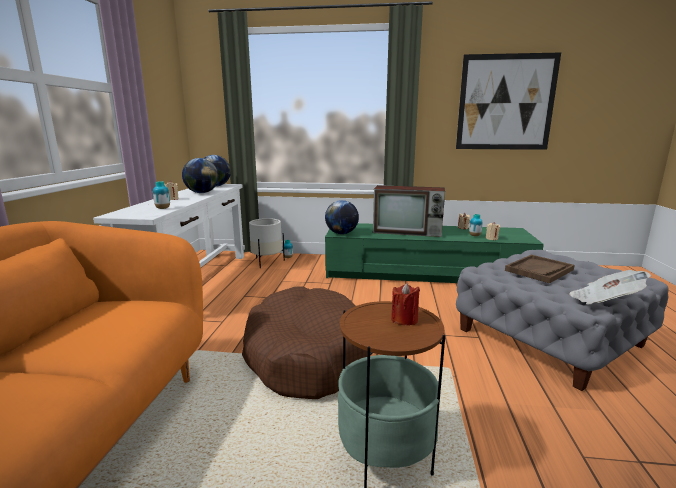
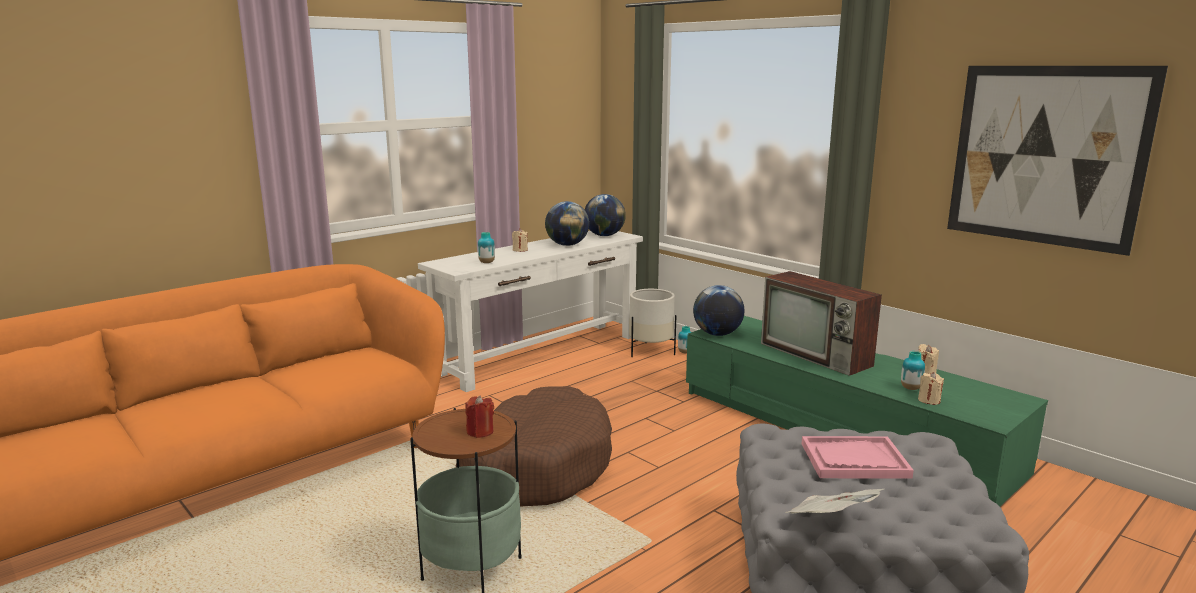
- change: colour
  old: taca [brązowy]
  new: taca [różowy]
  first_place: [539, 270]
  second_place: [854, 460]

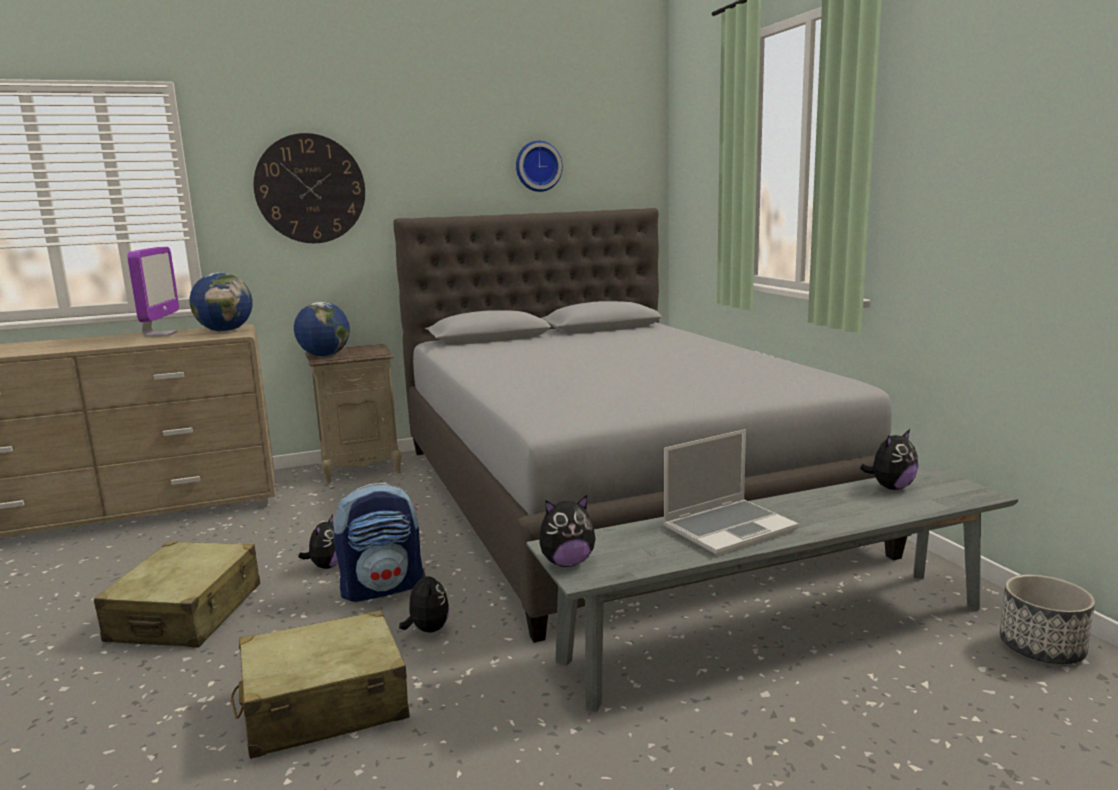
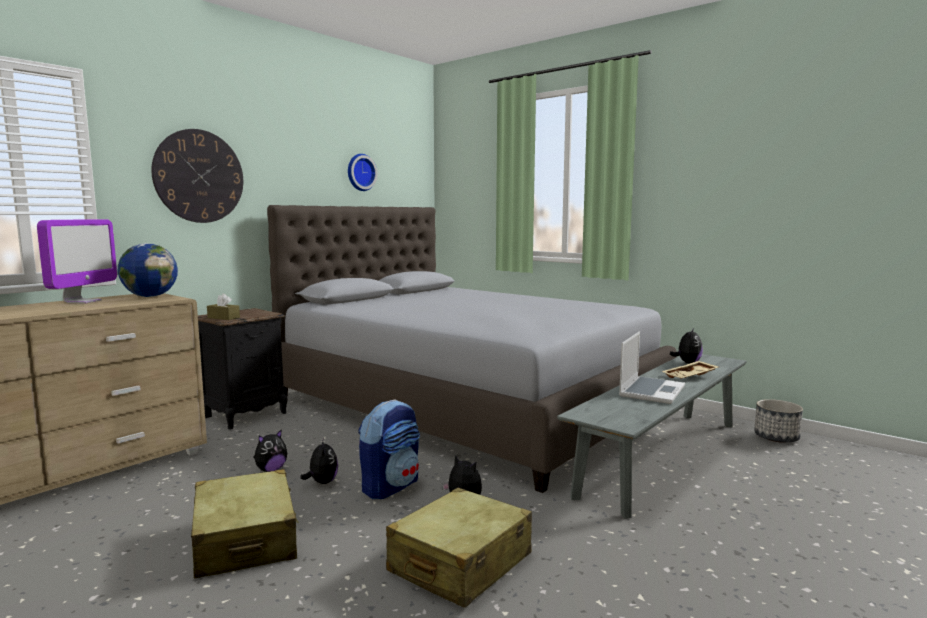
- change: appeared
  new: taca [beżowy]
  second_place: [690, 376]
- change: relocated
  old: pluszak
  first_place: [567, 563]
  second_place: [271, 470]
- change: exchanged
  old: globus
  new: pudełko chusteczek [brązowy]
  first_place: [324, 355]
  second_place: [223, 317]
- change: colour
  old: szafka nocna [beżowy]
  new: szafka nocna [czarny]
  first_place: [361, 469]
  second_place: [246, 415]
- change: spun
  old: monitor
  first_place: [160, 334]
  second_place: [83, 301]
  degrees: 45

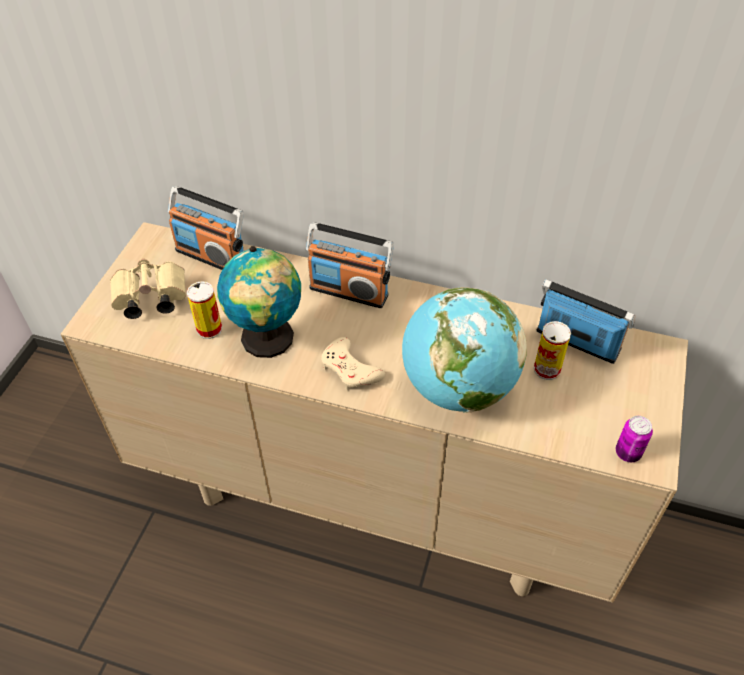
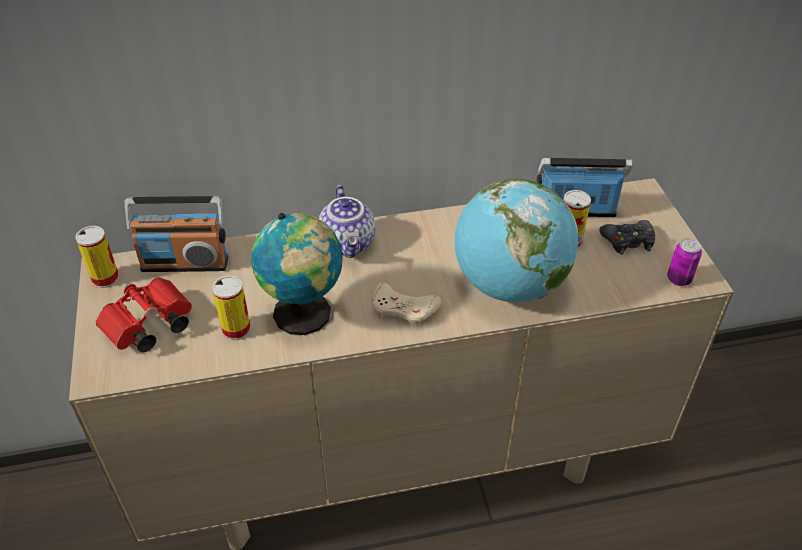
- change: appeared
  new: puszka
  second_place: [105, 278]
- change: appeared
  new: pad do gier [czarny]
  second_place: [628, 241]
- change: exchanged
  old: radio
  new: imbryk
  first_place: [349, 291]
  second_place: [349, 243]
- change: colour
  old: lornetka [beżowy]
  new: lornetka [czerwony]
  first_place: [149, 300]
  second_place: [148, 328]

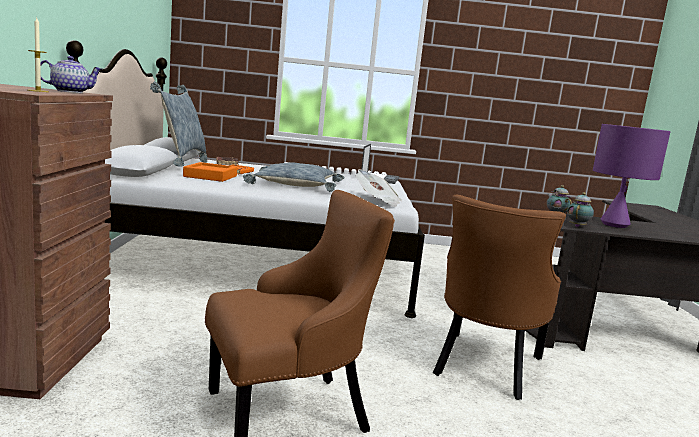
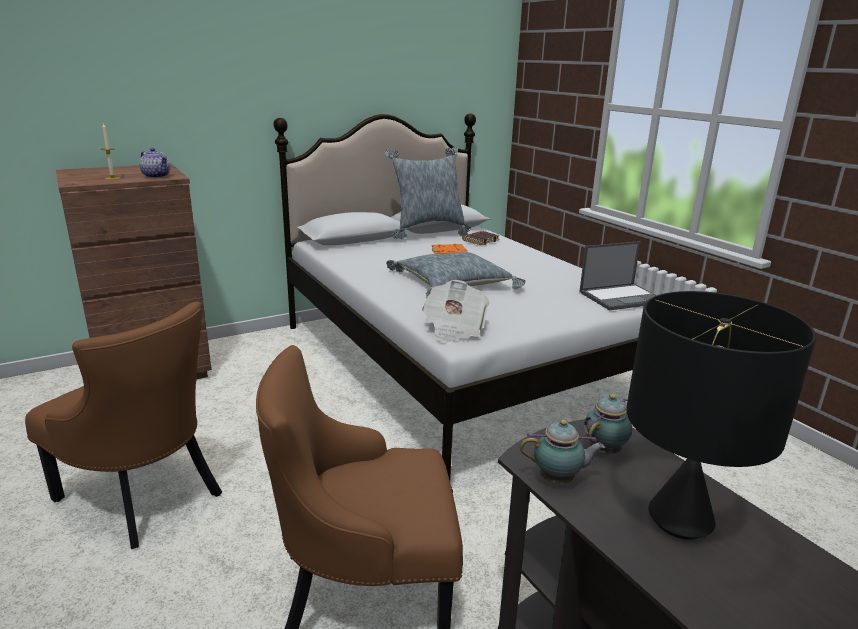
- change: missing
  old: taca [pomarańczowy]
  first_place: [210, 176]
- change: colour
  old: lampa stołowa [fioletowy]
  new: lampa stołowa [czarny]
  first_place: [614, 225]
  second_place: [679, 522]

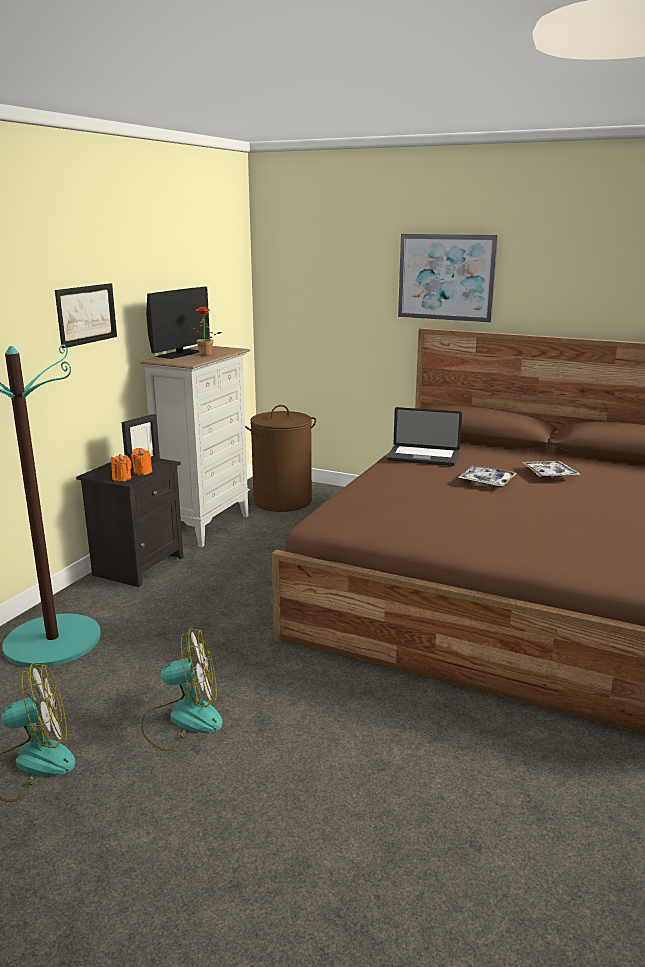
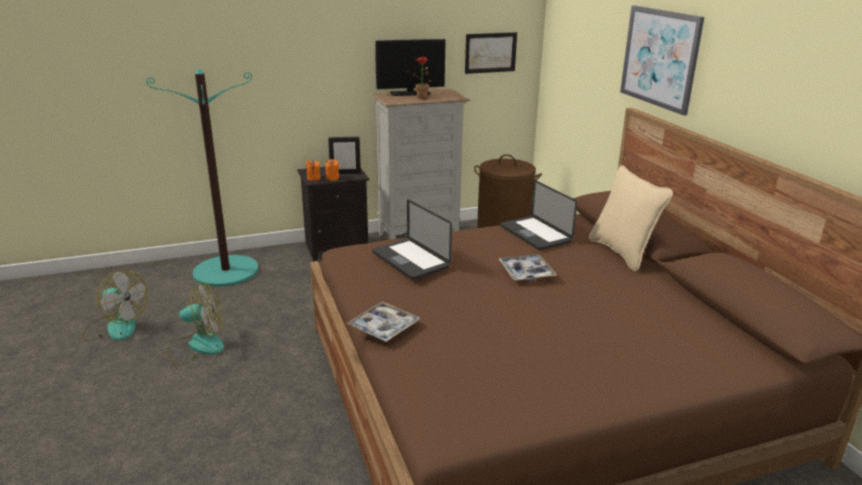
- change: appeared
  new: laptop
  second_place: [410, 260]
- change: appeared
  new: poduszka [beżowy]
  second_place: [622, 253]
- change: relocated
  old: obraz
  first_place: [86, 314]
  second_place: [490, 52]
- change: relocated
  old: taca
  first_place: [549, 474]
  second_place: [384, 327]
- change: spun
  old: wentylator
  first_place: [182, 719]
  second_place: [197, 346]
  degrees: -45

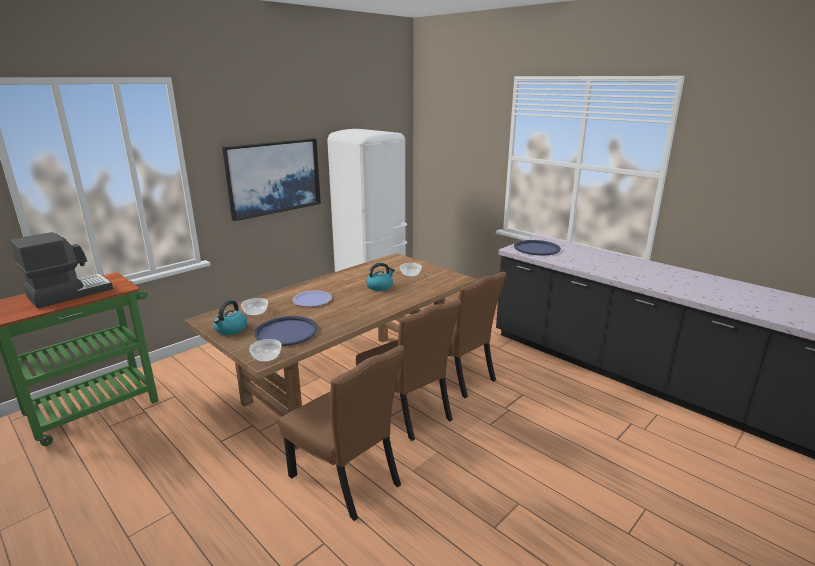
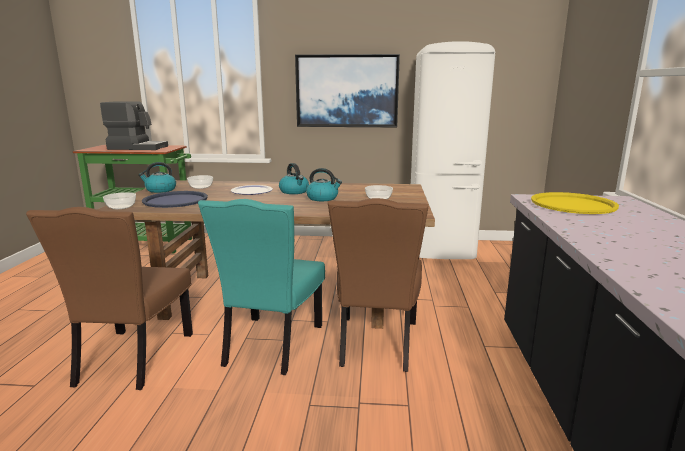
- change: appeared
  new: czajnik
  second_place: [294, 191]
- change: colour
  old: krzesło [brązowy]
  new: krzesło [turkusowy]
  first_place: [406, 410]
  second_place: [272, 343]
- change: colour
  old: taca [niebieski]
  new: taca [żółty]
  first_place: [536, 248]
  second_place: [572, 204]

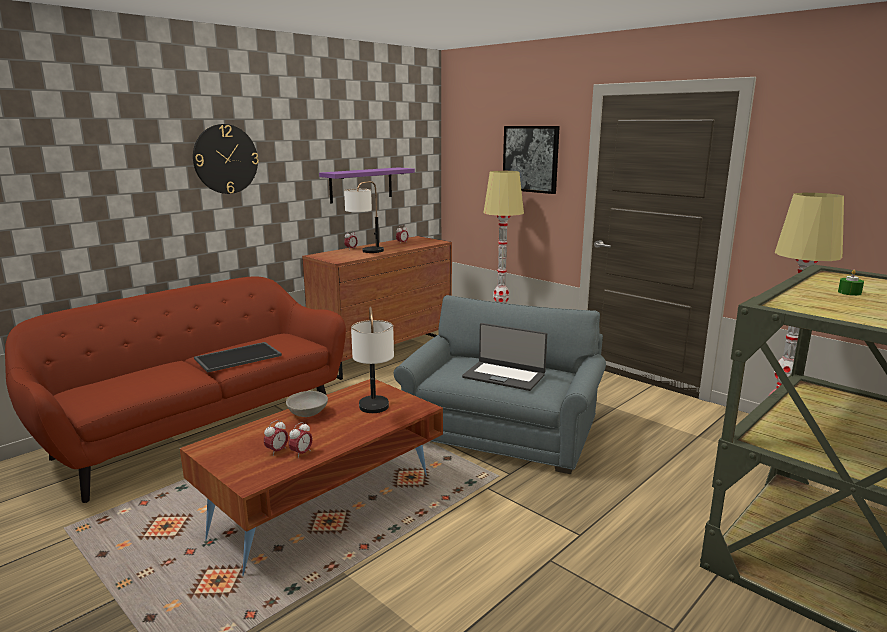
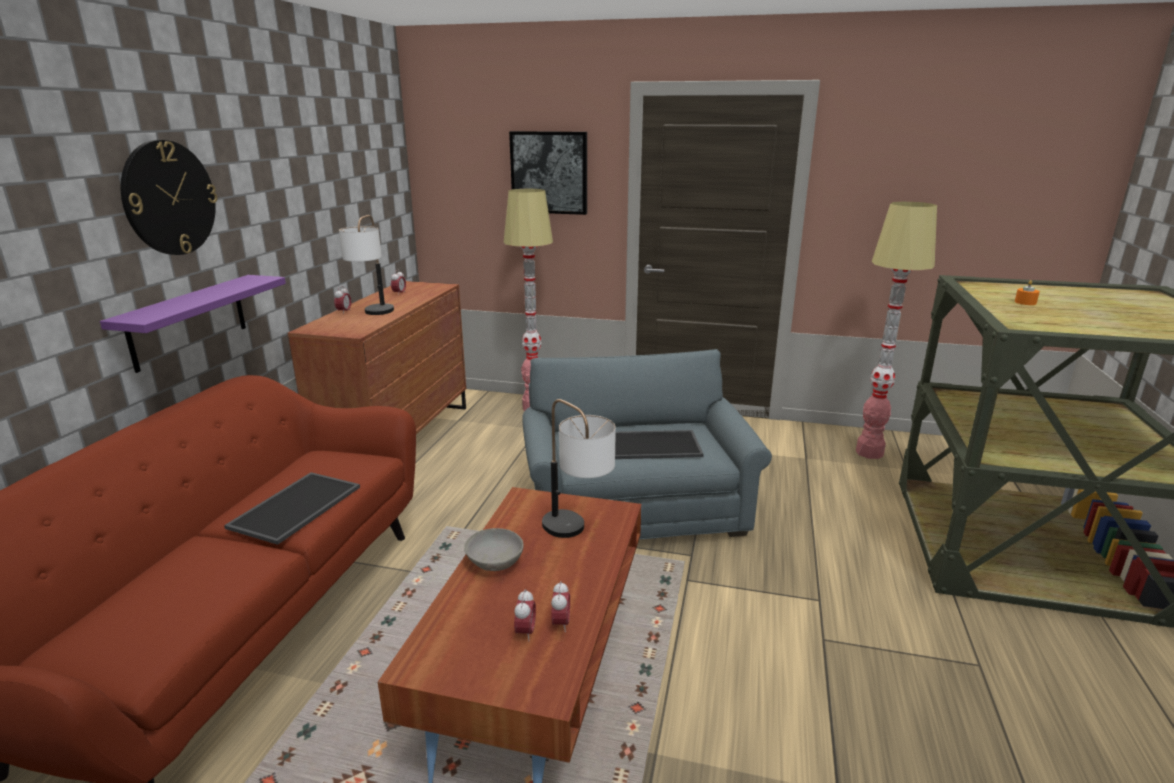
- change: relocated
  old: półka [fioletowy]
  first_place: [361, 185]
  second_place: [188, 321]
- change: exchanged
  old: laptop
  new: taca
  first_place: [504, 376]
  second_place: [653, 444]
- change: colour
  old: świeca [zielony]
  new: świeca [pomarańczowy]
  first_place: [849, 293]
  second_place: [1025, 302]

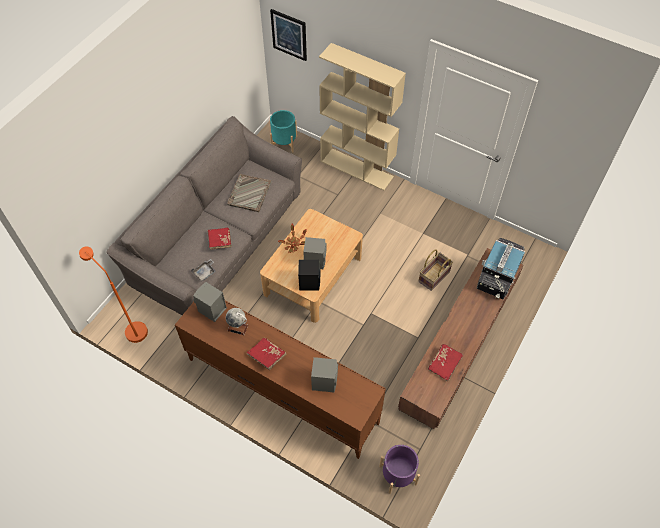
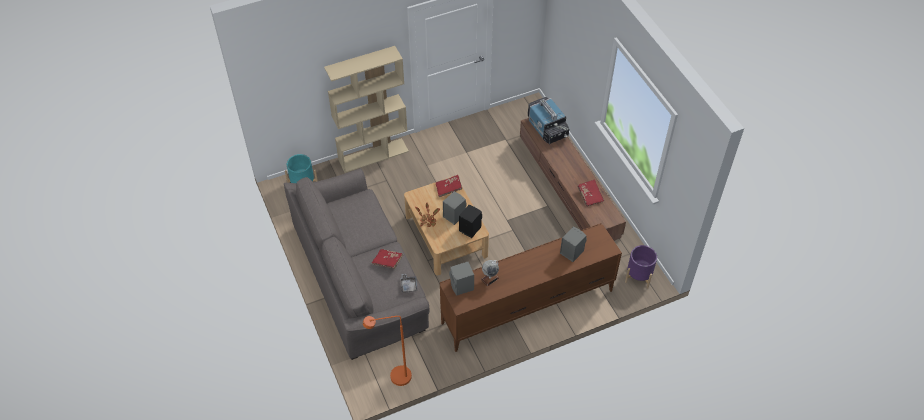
- change: missing
  old: taca [szary]
  first_place: [249, 194]
- change: missing
  old: obraz
  first_place: [289, 34]
- change: missing
  old: koszyk
  first_place: [434, 277]
- change: relocated
  old: książka [czerwony]
  first_place: [267, 356]
  second_place: [448, 189]

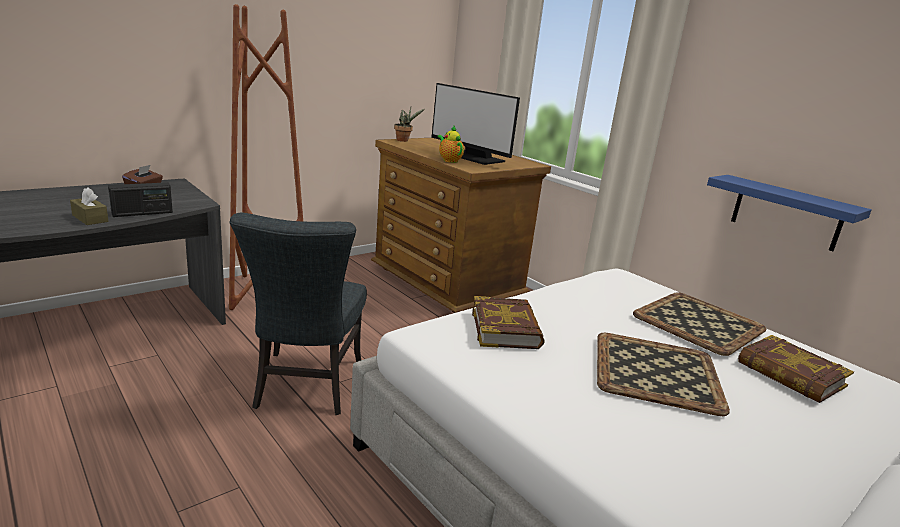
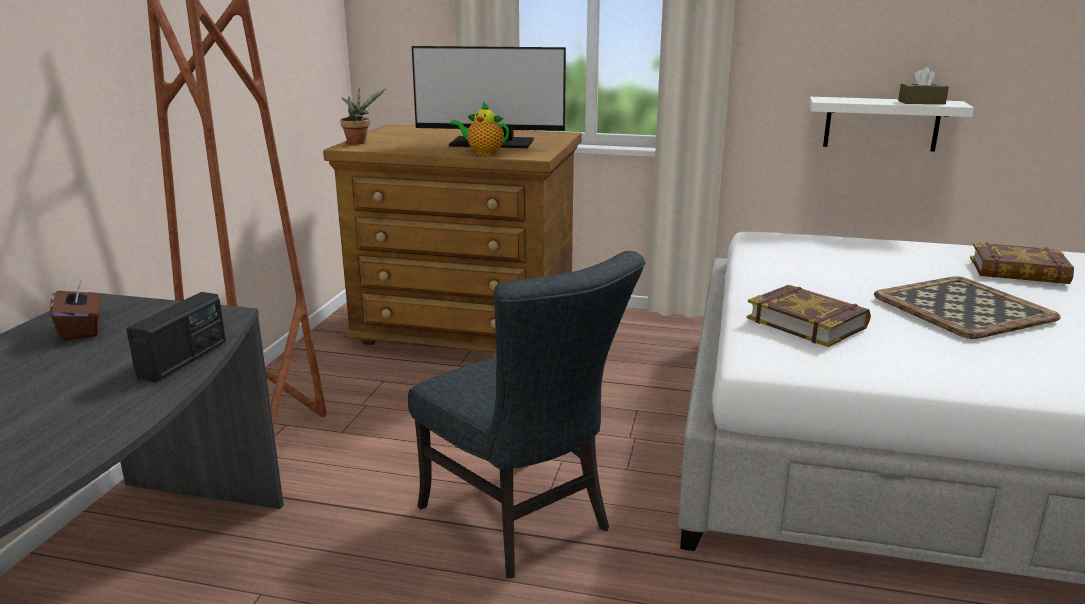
- change: missing
  old: taca
  first_place: [700, 323]
- change: relocated
  old: pudełko chusteczek [brązowy]
  first_place: [90, 218]
  second_place: [921, 102]
- change: colour
  old: półka [niebieski]
  new: półka [biały]
  first_place: [786, 213]
  second_place: [881, 124]

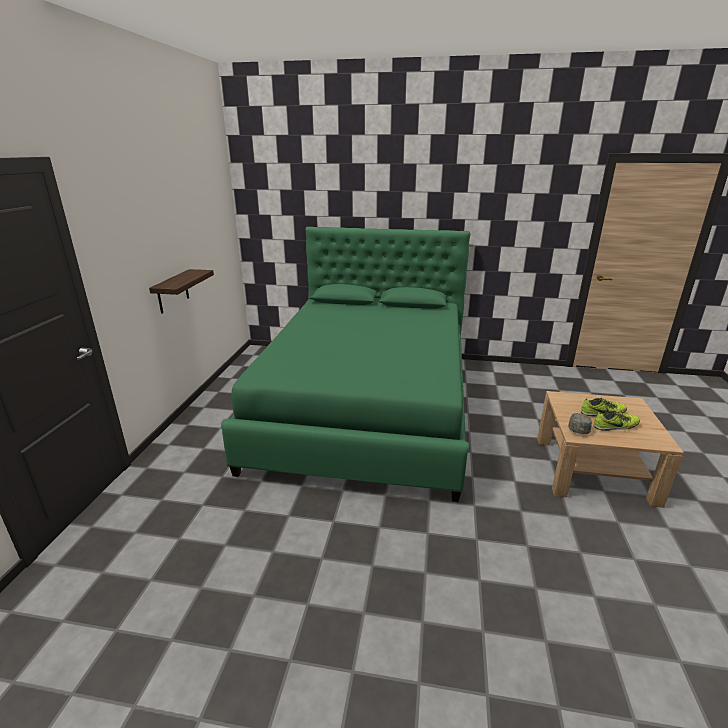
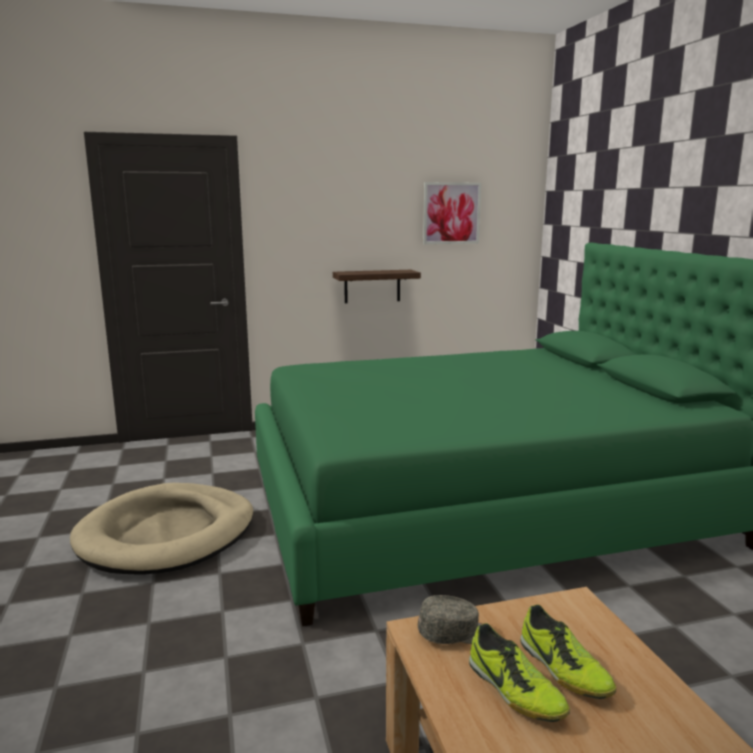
- change: appeared
  new: legowisko [beżowy]
  second_place: [167, 534]
- change: appeared
  new: obraz
  second_place: [451, 213]

